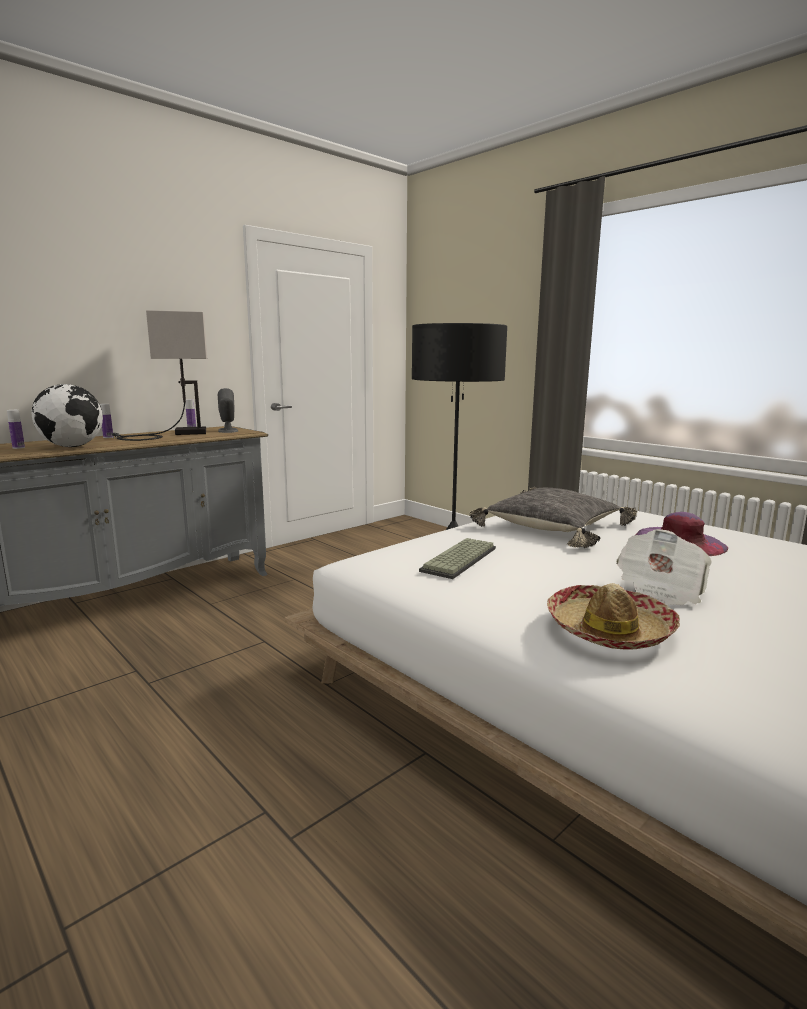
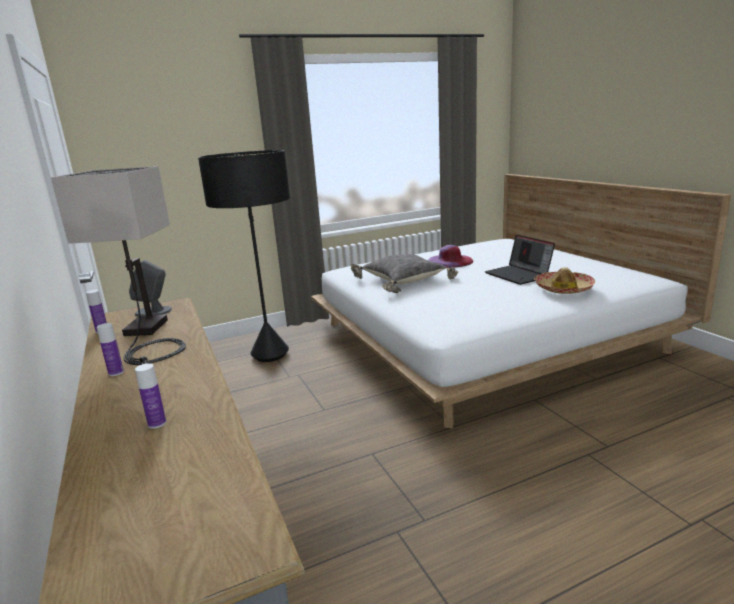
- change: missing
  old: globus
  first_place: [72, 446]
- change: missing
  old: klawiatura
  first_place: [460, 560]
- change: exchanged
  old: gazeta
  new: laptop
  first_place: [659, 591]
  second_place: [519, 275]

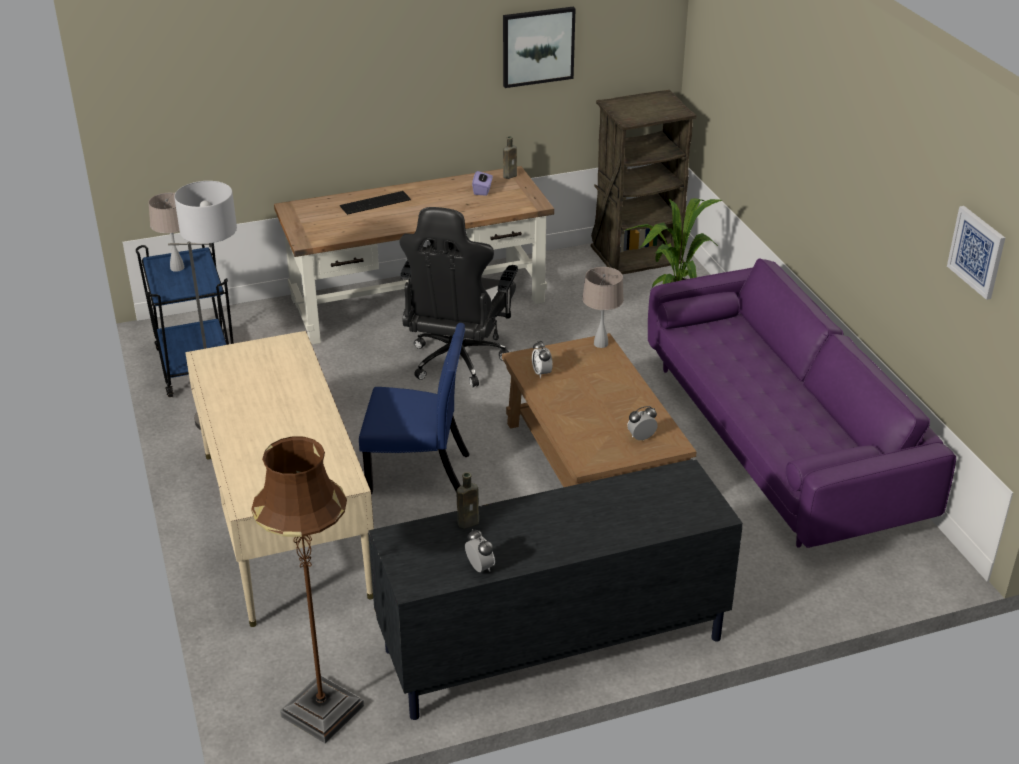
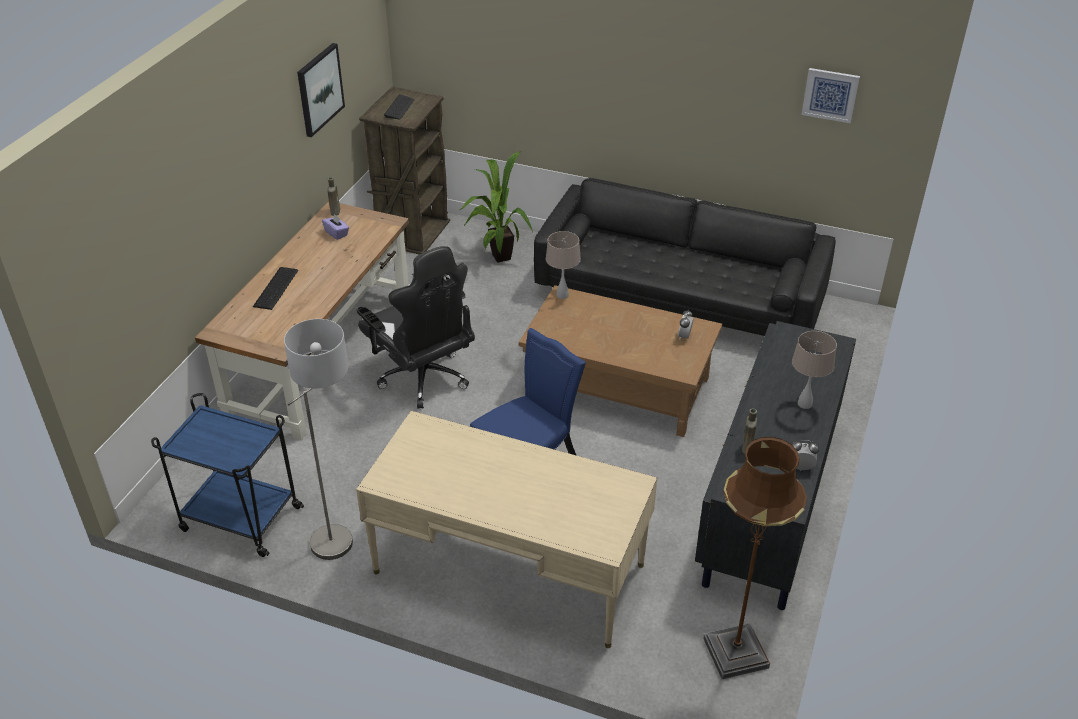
- change: missing
  old: budzik
  first_place: [541, 373]
- change: appeared
  new: klawiatura
  second_place: [399, 108]
- change: relocated
  old: lampa stołowa [beżowy]
  first_place: [177, 268]
  second_place: [805, 404]
- change: colour
  old: kanapa [fioletowy]
  new: kanapa [czarny]
  first_place: [779, 440]
  second_place: [679, 297]

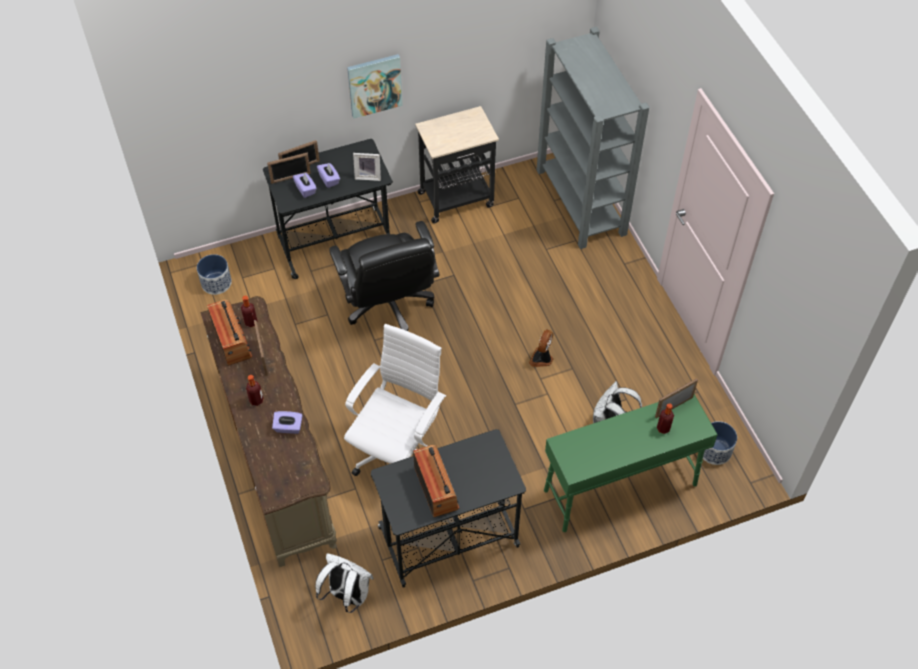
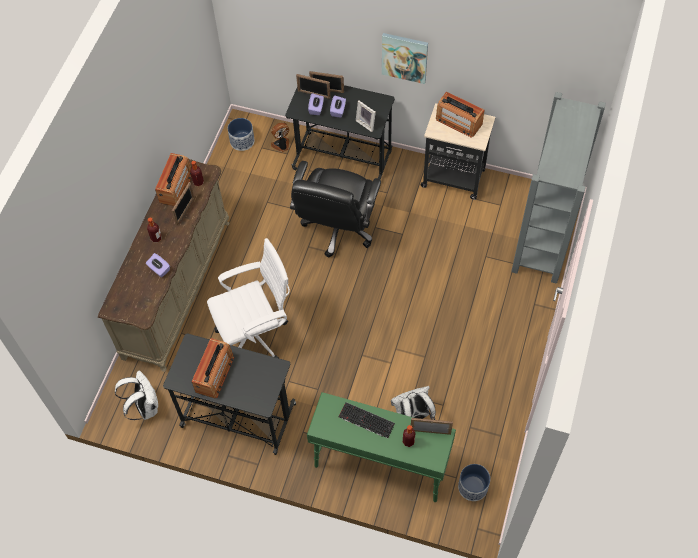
- change: appeared
  new: klawiatura
  second_place: [365, 420]
- change: appeared
  new: radio
  second_place: [458, 122]
- change: relocated
  old: wentylator
  first_place: [542, 359]
  second_place: [281, 145]

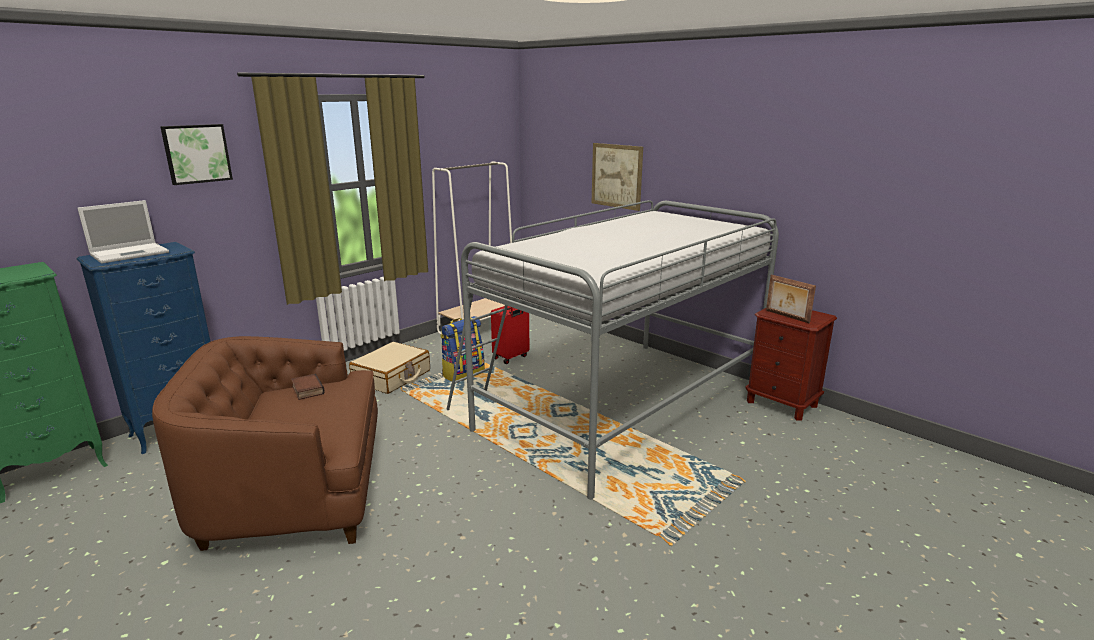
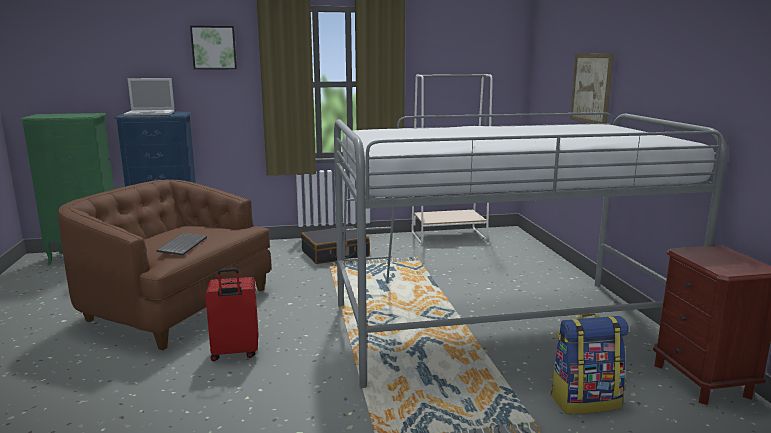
- change: missing
  old: książka
  first_place: [306, 390]
- change: missing
  old: ramka na zdjęcie
  first_place: [786, 316]
- change: appeared
  new: klawiatura
  second_place: [182, 245]
- change: relocated
  old: plecak
  first_place: [463, 374]
  second_place: [585, 401]
- change: relocated
  old: walizka [czerwony]
  first_place: [511, 357]
  second_place: [235, 353]
- change: colour
  old: walizka [beżowy]
  new: walizka [czarny]
  first_place: [392, 377]
  second_place: [335, 254]

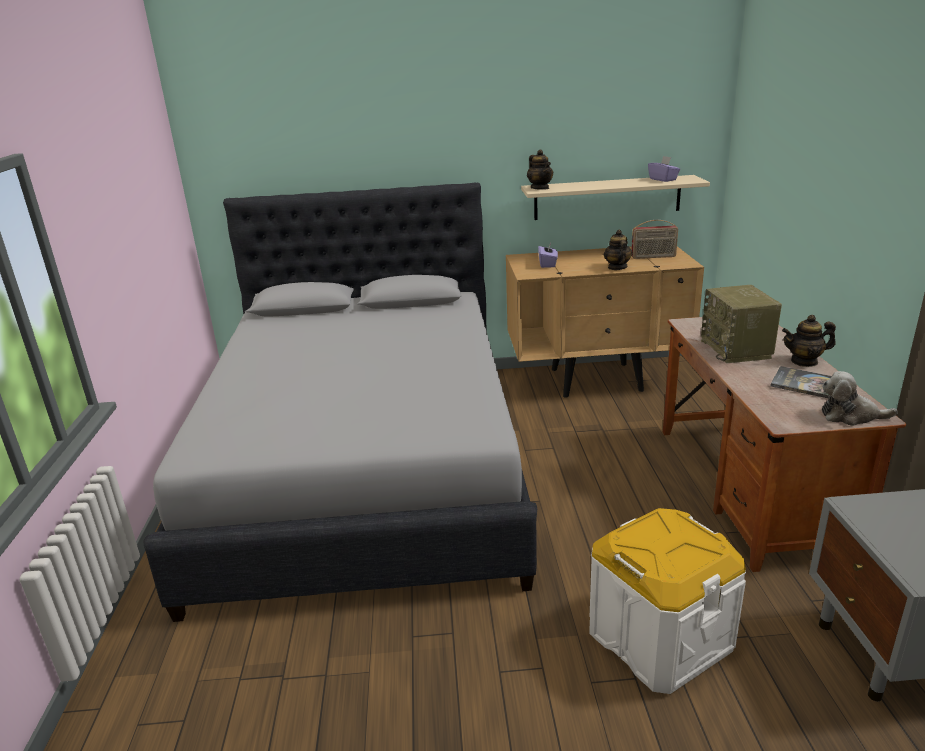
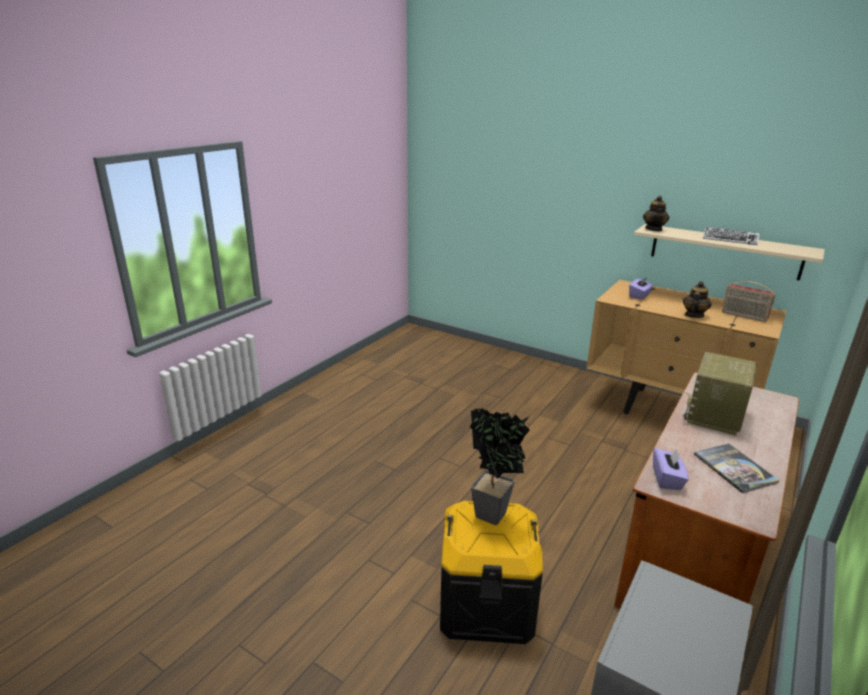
- change: missing
  old: łóżko [szary]
  first_place: [367, 466]
- change: missing
  old: imbryk
  first_place: [804, 361]
- change: missing
  old: pluszak
  first_place: [850, 416]
- change: appeared
  new: roślina doniczkowa
  second_place: [494, 518]
- change: appeared
  new: klawiatura
  second_place: [729, 239]
- change: relocated
  old: pudełko chusteczek [fioletowy]
  first_place: [663, 179]
  second_place: [667, 479]
- change: colour
  old: pojemnik do przechowywania [biały]
  new: pojemnik do przechowywania [czarny]
  first_place: [659, 638]
  second_place: [486, 604]

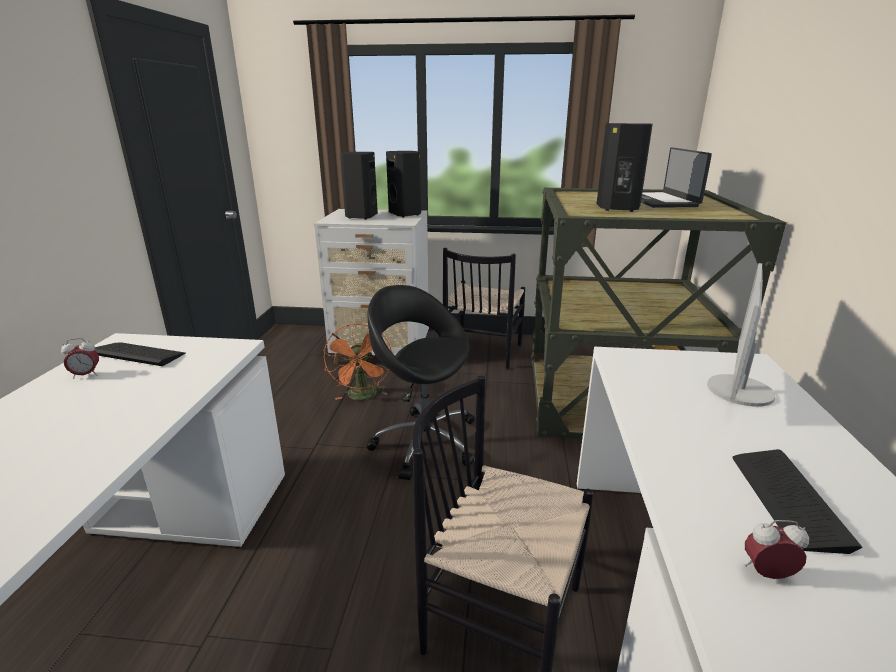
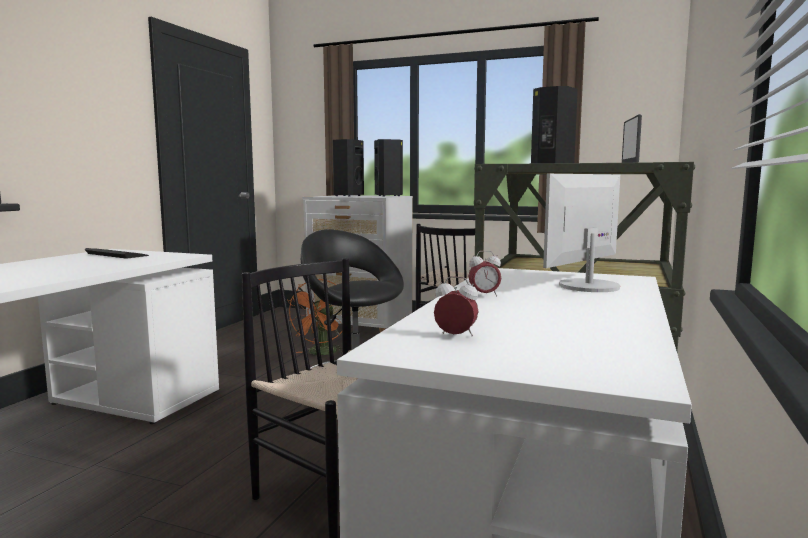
- change: missing
  old: klawiatura
  first_place: [787, 499]
- change: relocated
  old: budzik
  first_place: [86, 375]
  second_place: [484, 295]

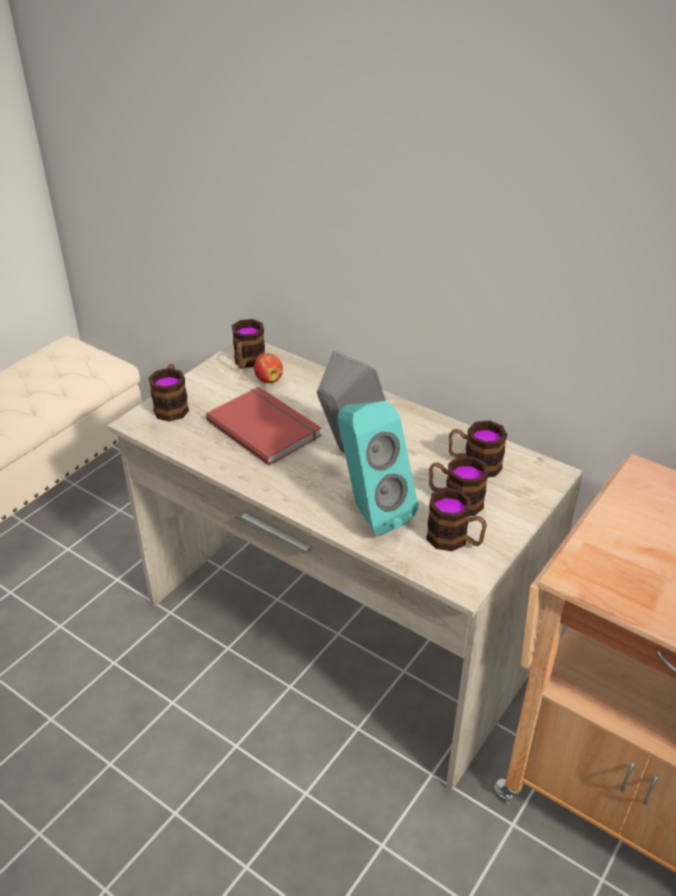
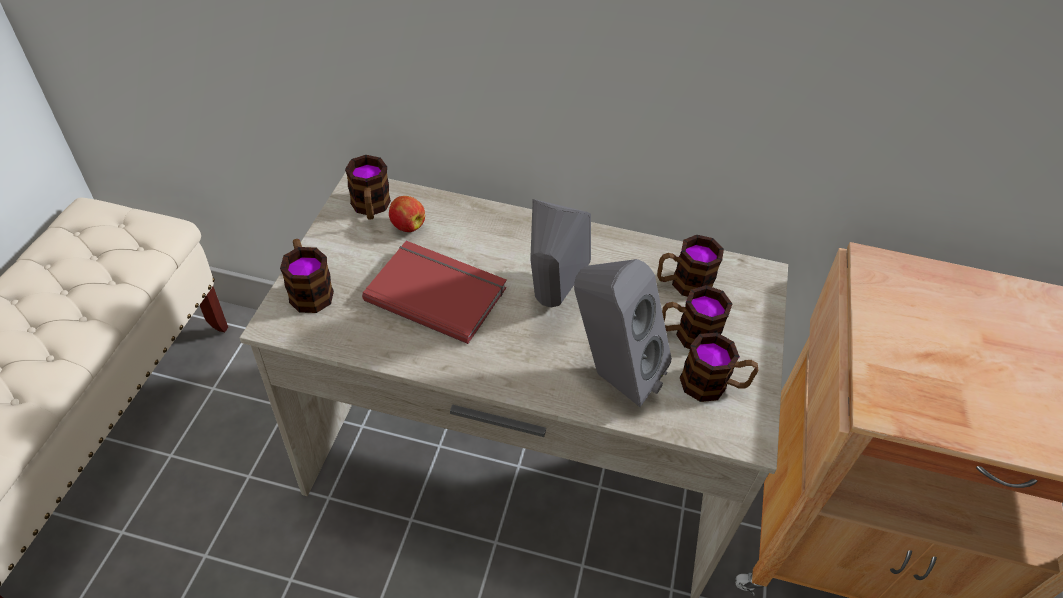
- change: colour
  old: głośnik [turkusowy]
  new: głośnik [szary]
  first_place: [370, 512]
  second_place: [610, 375]

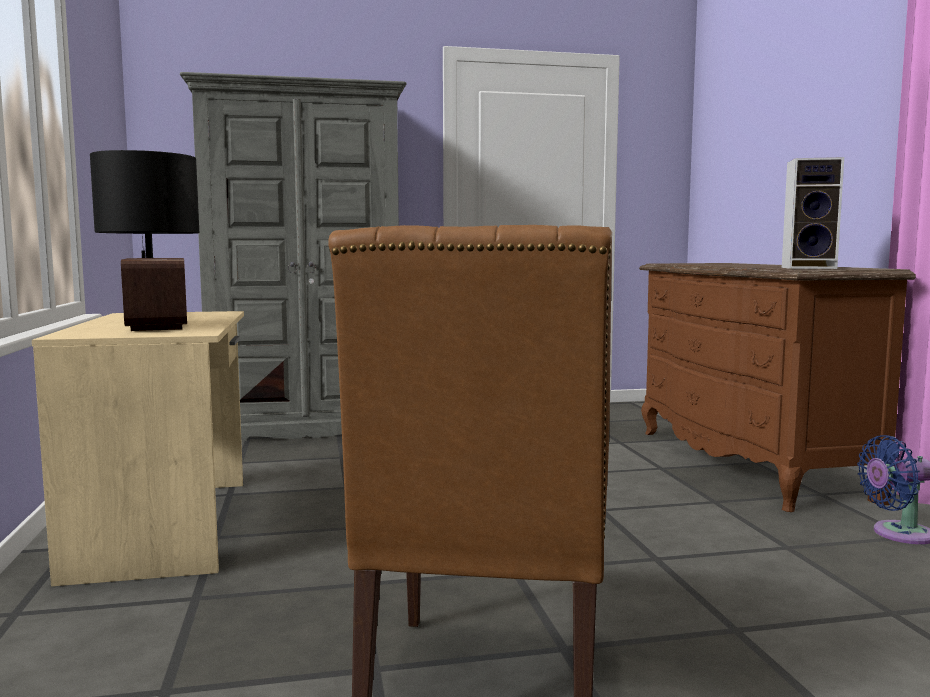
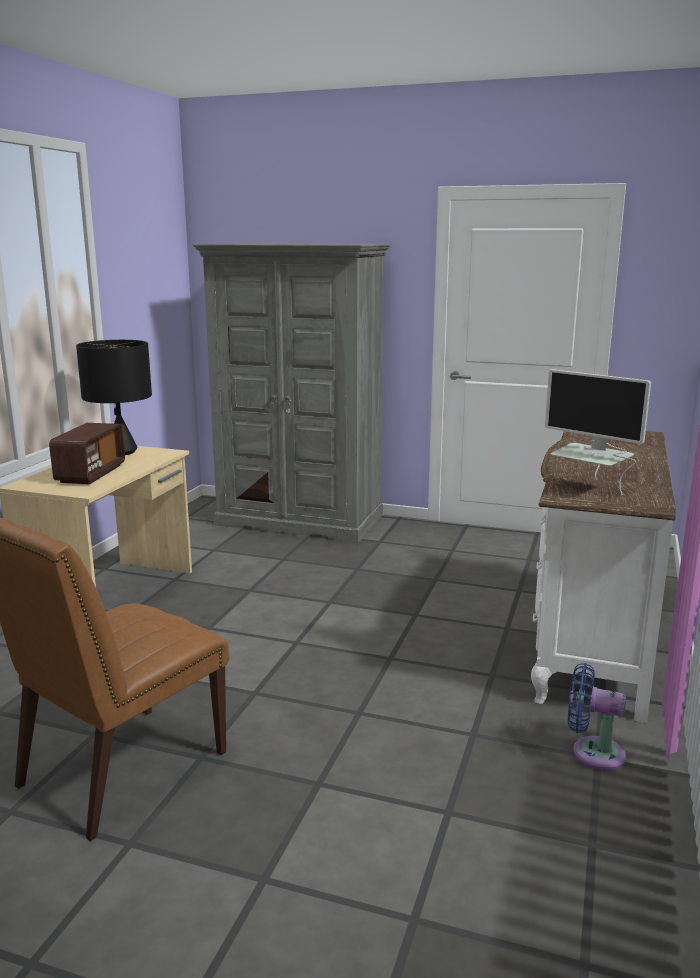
- change: exchanged
  old: głośnik
  new: monitor
  first_place: [810, 268]
  second_place: [590, 488]
- change: colour
  old: komoda [brązowy]
  new: komoda [biały]
  first_place: [743, 464]
  second_place: [590, 642]

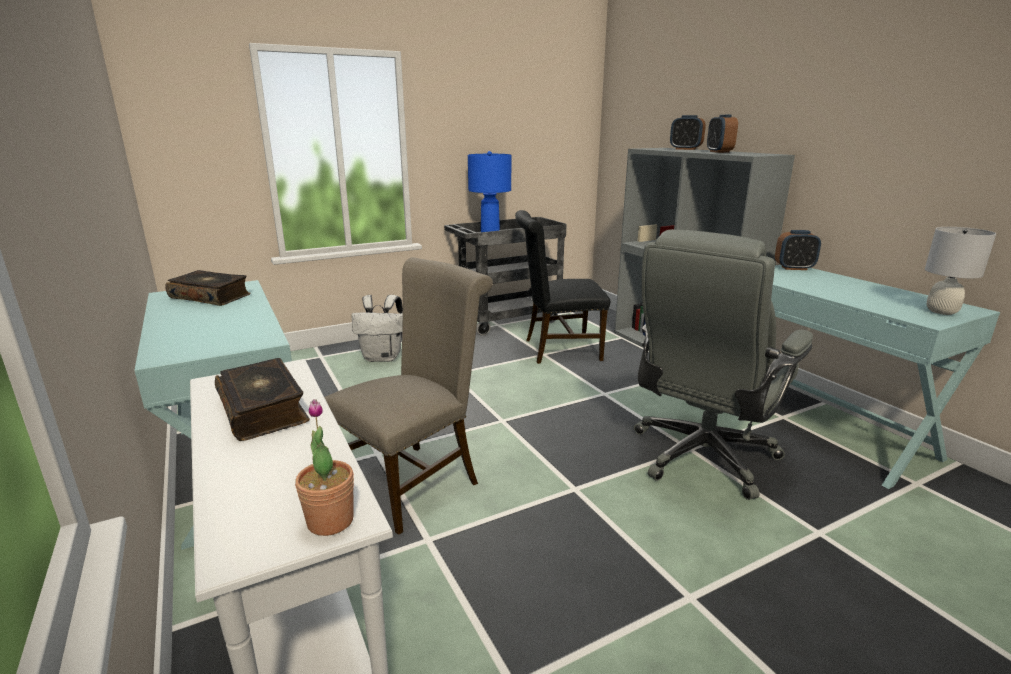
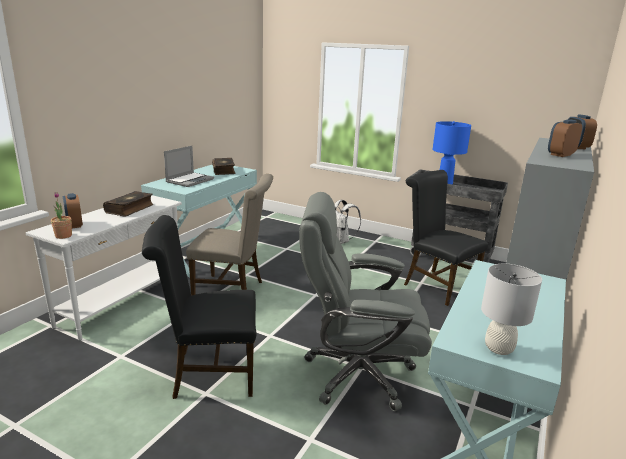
- change: appeared
  new: krzesło [czarny]
  second_place: [208, 373]
- change: appeared
  new: laptop
  second_place: [190, 180]
- change: relocated
  old: budzik
  first_place: [794, 268]
  second_place: [74, 225]

